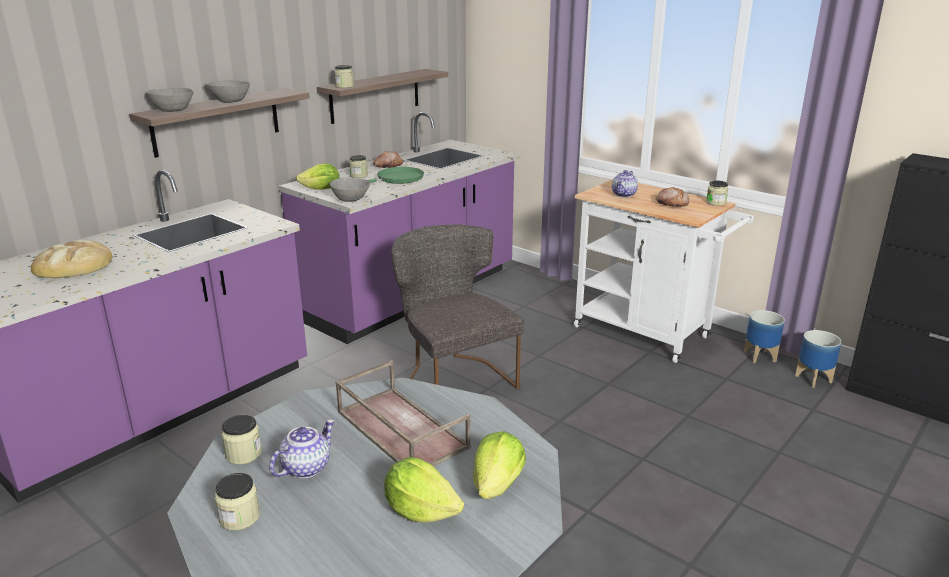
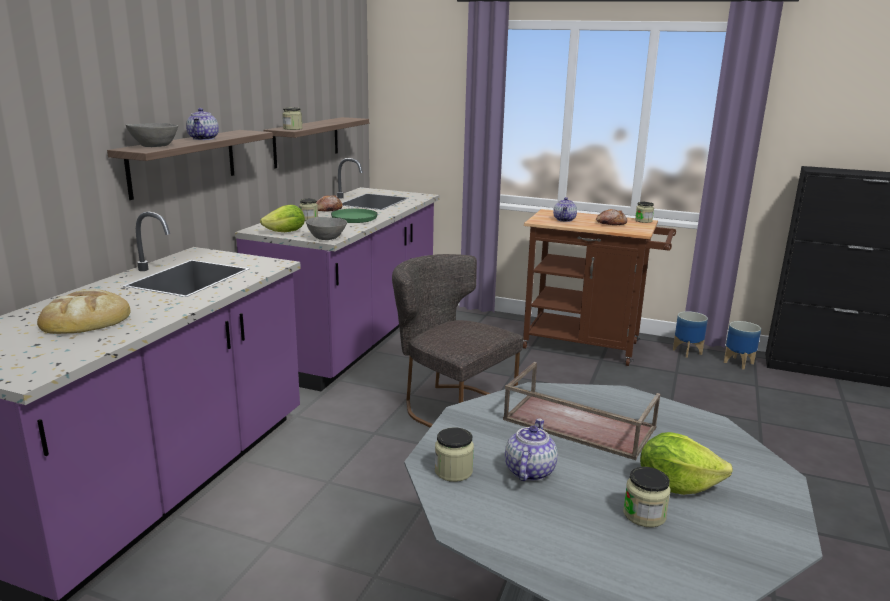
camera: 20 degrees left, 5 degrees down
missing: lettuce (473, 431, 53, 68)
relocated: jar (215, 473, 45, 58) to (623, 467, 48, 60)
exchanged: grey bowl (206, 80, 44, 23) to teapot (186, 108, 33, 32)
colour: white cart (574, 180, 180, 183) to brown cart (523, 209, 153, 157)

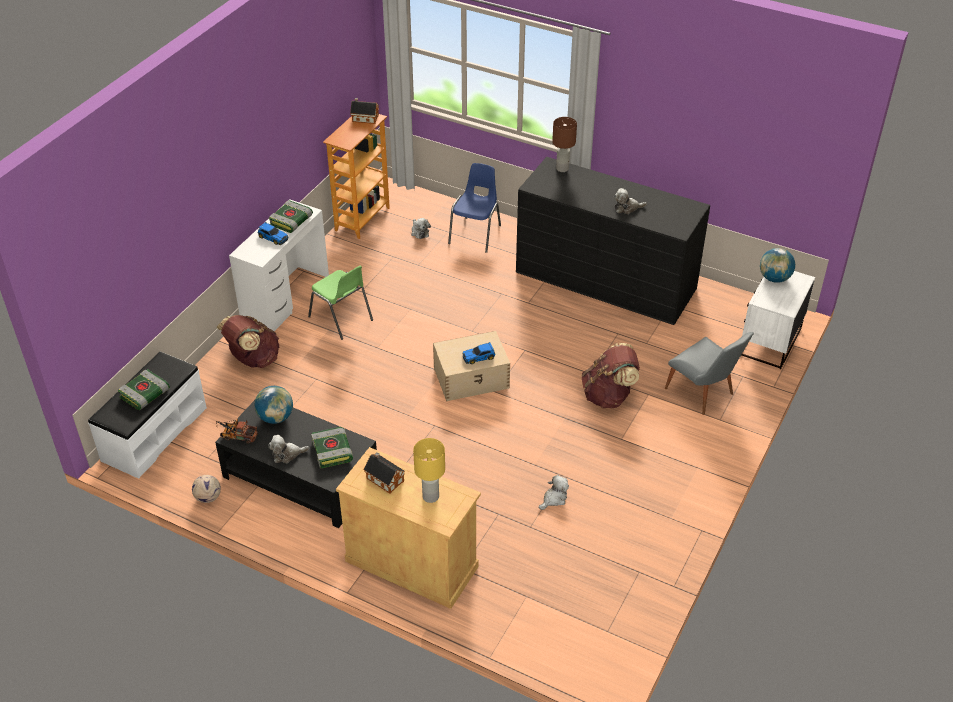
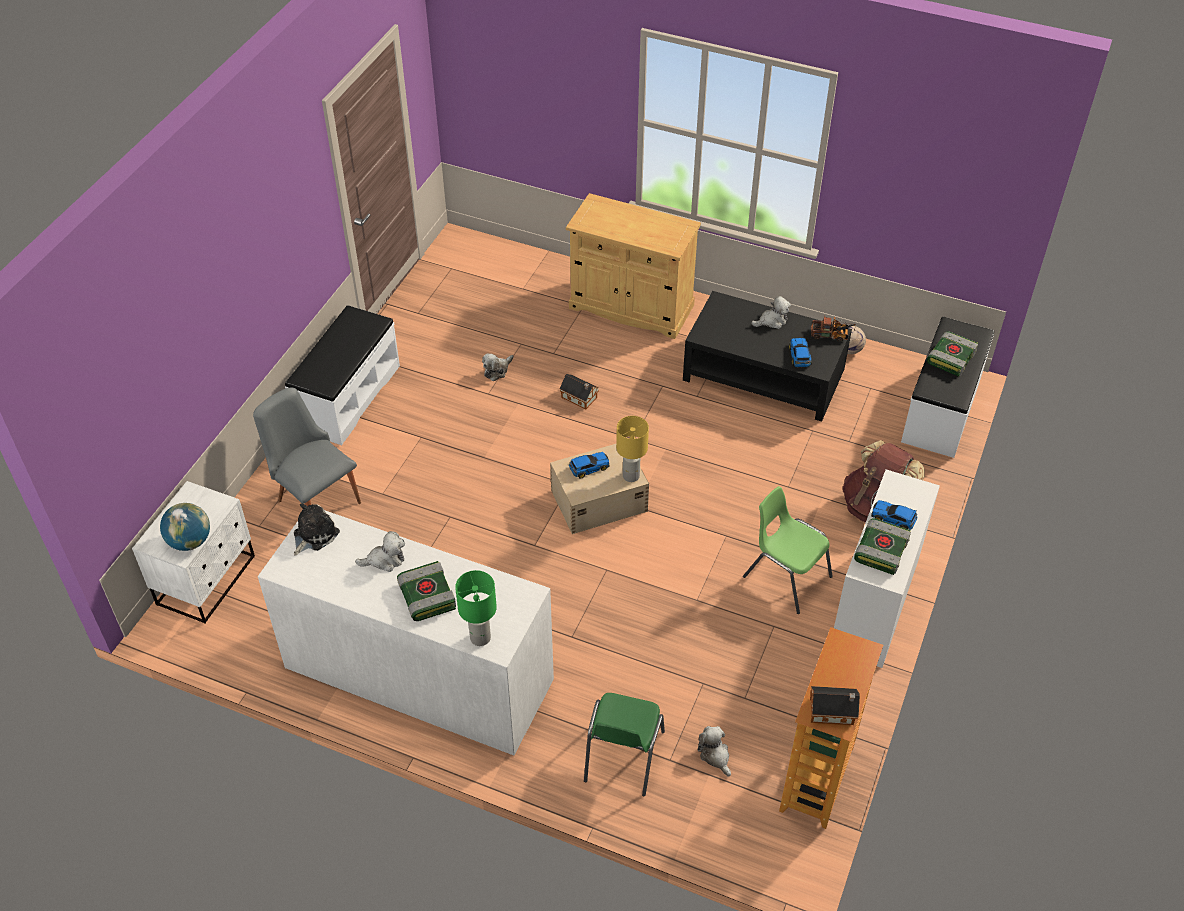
camera: 175 degrees right, 5 degrees up
missing: brown backpack (582, 343, 58, 65)
appeared: white bench (285, 305, 115, 140); plush toy (294, 503, 46, 53)
relocated: book (311, 427, 42, 41) to (397, 561, 59, 60); yellow table lamp (413, 438, 32, 65) to (616, 416, 33, 66); toy house (363, 452, 42, 42) to (560, 374, 39, 35)
exchanged: globe (255, 386, 38, 38) to toy car (789, 338, 23, 29)
colour: brown table lamp (552, 117, 25, 55) to green table lamp (455, 570, 42, 76); black dresser (516, 157, 194, 168) to white dresser (258, 510, 296, 245); blue chair (448, 163, 53, 90) to green chair (584, 693, 81, 103)

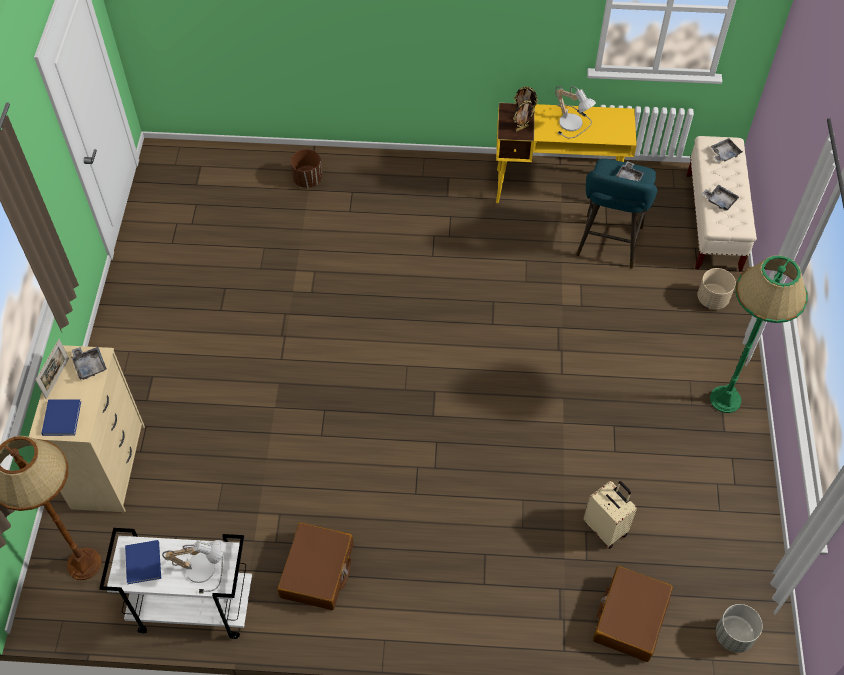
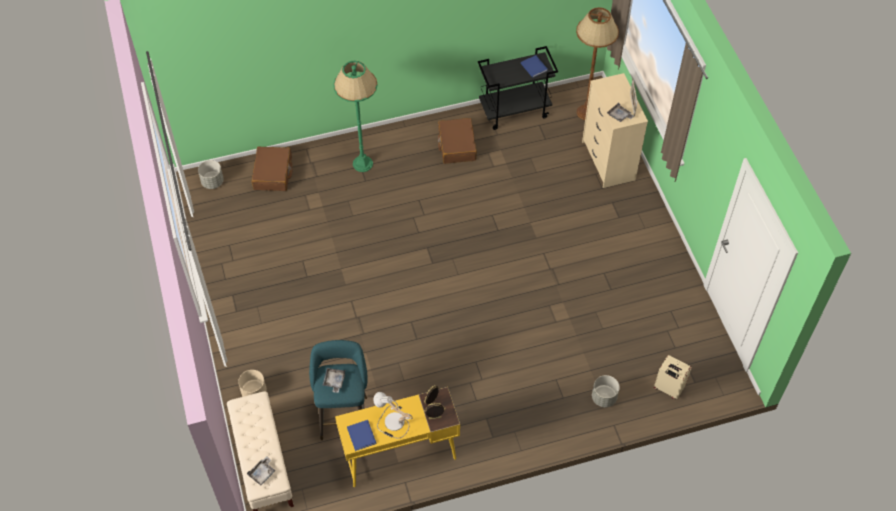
camera: 160 degrees right, 0 degrees up
missing: grey tray (702, 185, 37, 26); table lamp (162, 540, 62, 54)
relocated: green floor lamp (710, 255, 98, 158) to (333, 60, 44, 112); blue book (41, 399, 40, 37) to (347, 420, 29, 31); beige suitcase (584, 481, 53, 68) to (654, 355, 38, 44)
colour: brown planter (290, 149, 32, 39) to grey planter (592, 375, 28, 32); white cart (99, 528, 153, 111) to black cart (478, 46, 80, 84)

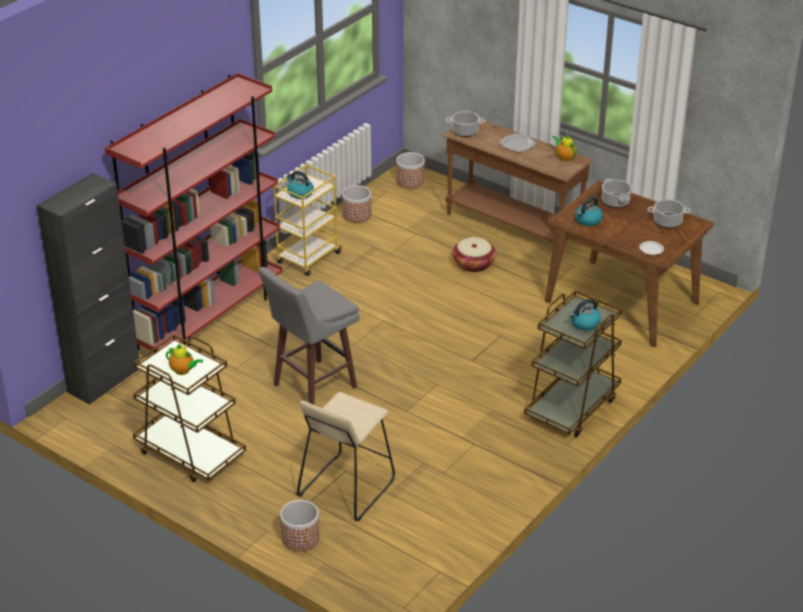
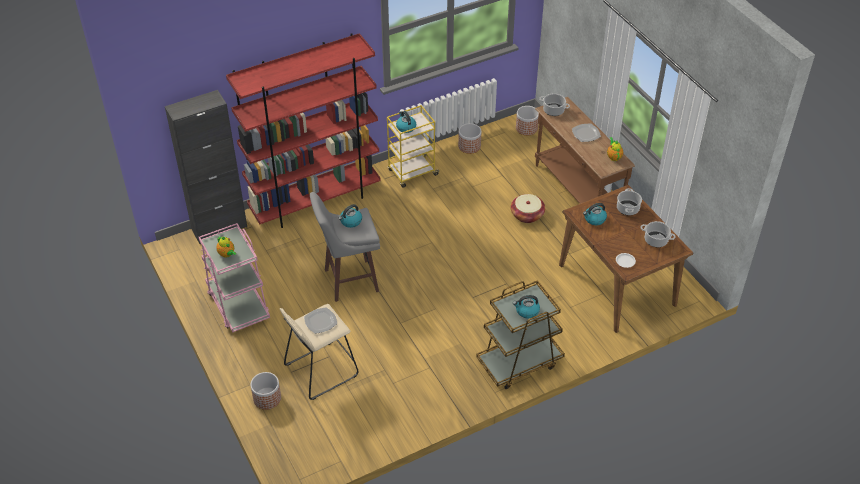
camera: 25 degrees right, 10 degrees up
appeared: kettle (339, 204, 23, 24); plate (304, 307, 33, 27)
colour: brown cart (133, 334, 113, 148) to pink cart (199, 223, 71, 109)

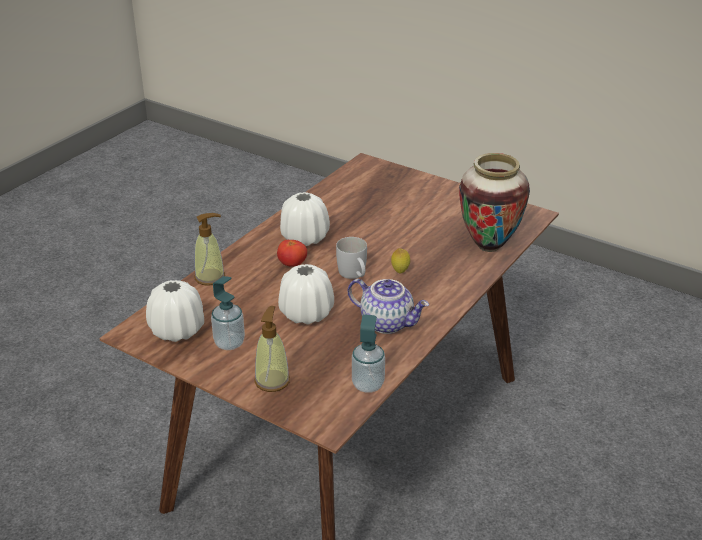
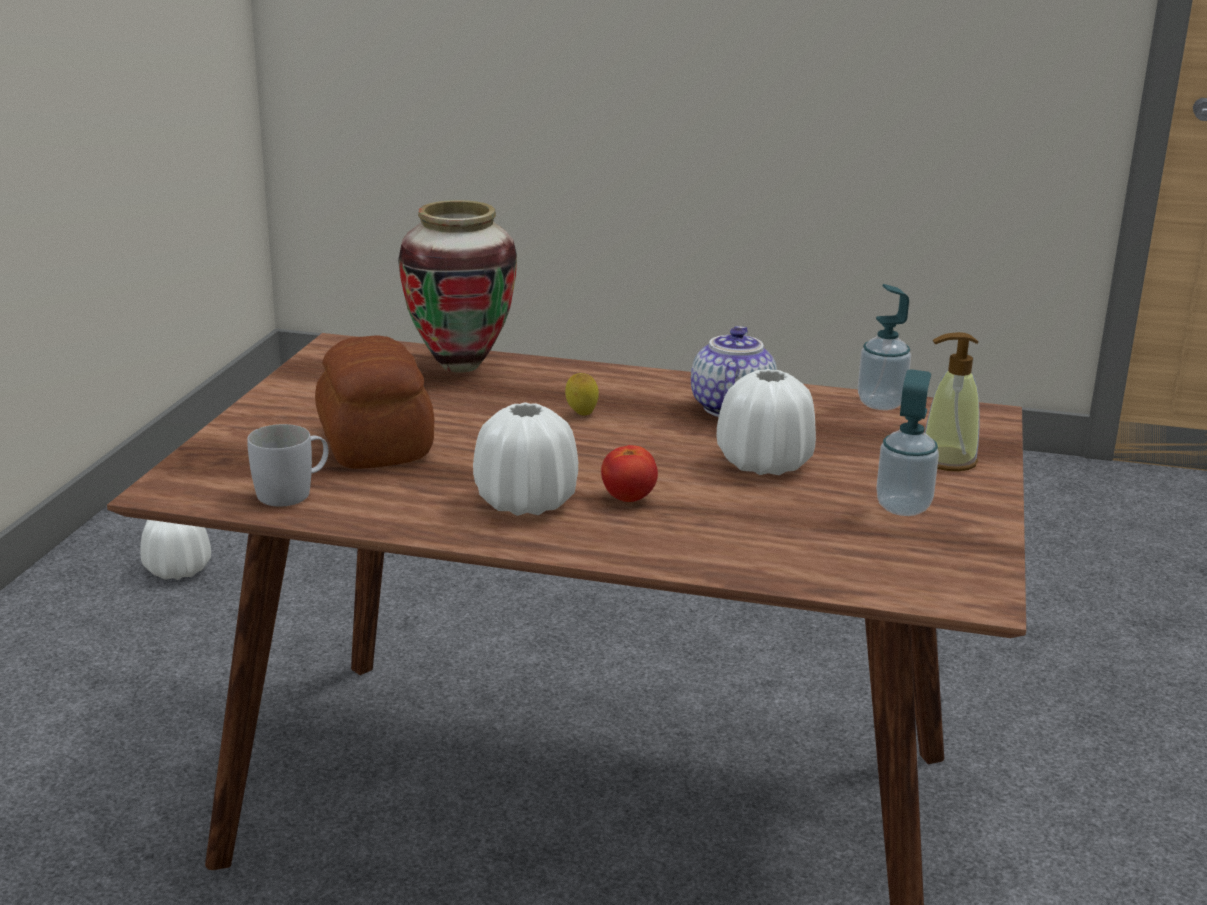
camera: 110 degrees left, 10 degrees down
missing: soap dispenser (194, 213, 31, 73)
appeared: bread (315, 335, 119, 134)
relocated: white mug (336, 237, 31, 42) to (247, 424, 81, 83); white vase (146, 280, 58, 62) to (140, 520, 71, 60)

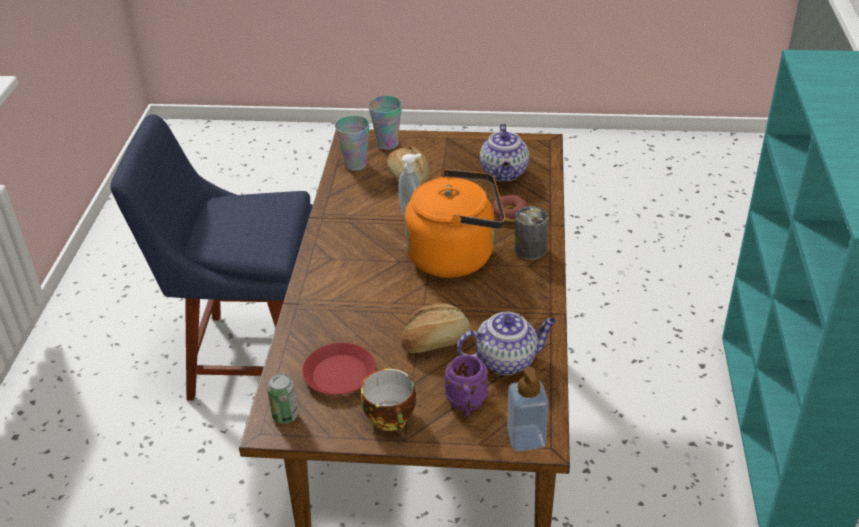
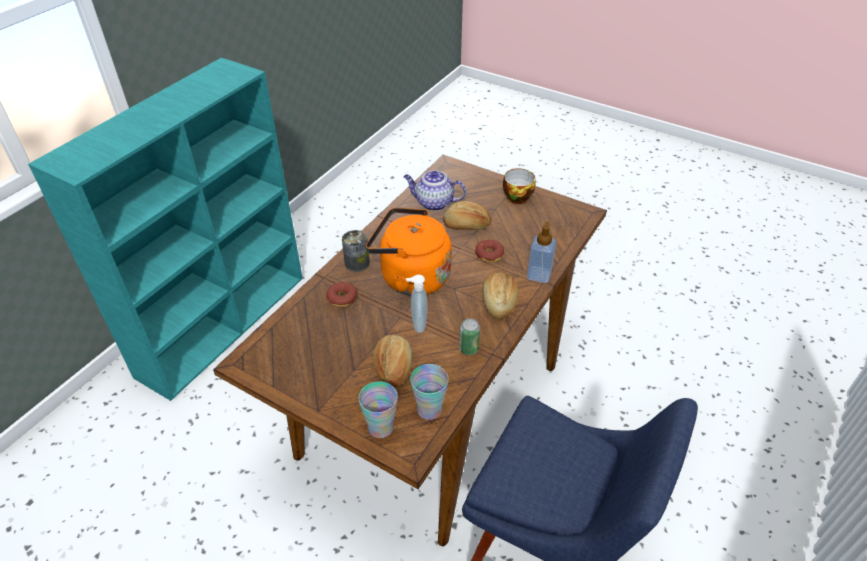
camera: 155 degrees left, 5 degrees up
missing: teapot (480, 123, 49, 59); red plate (302, 343, 74, 52); purple mug (444, 355, 45, 61)
appeared: donut (475, 240, 30, 22); bread (483, 273, 35, 46)
relocated: soap dispenser (507, 367, 42, 85) to (527, 222, 29, 61); can (267, 373, 31, 51) to (459, 318, 21, 37)

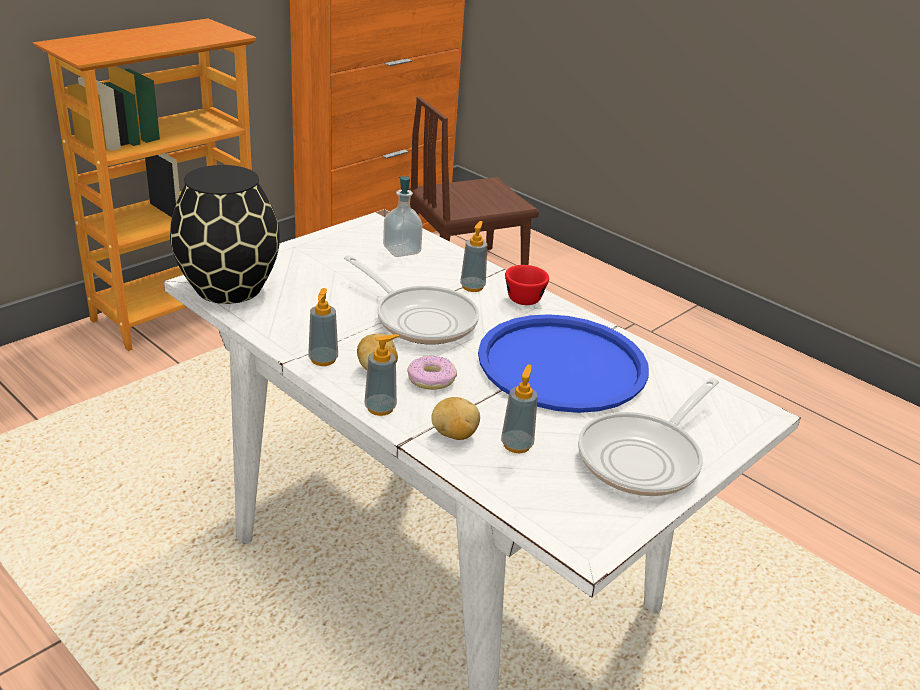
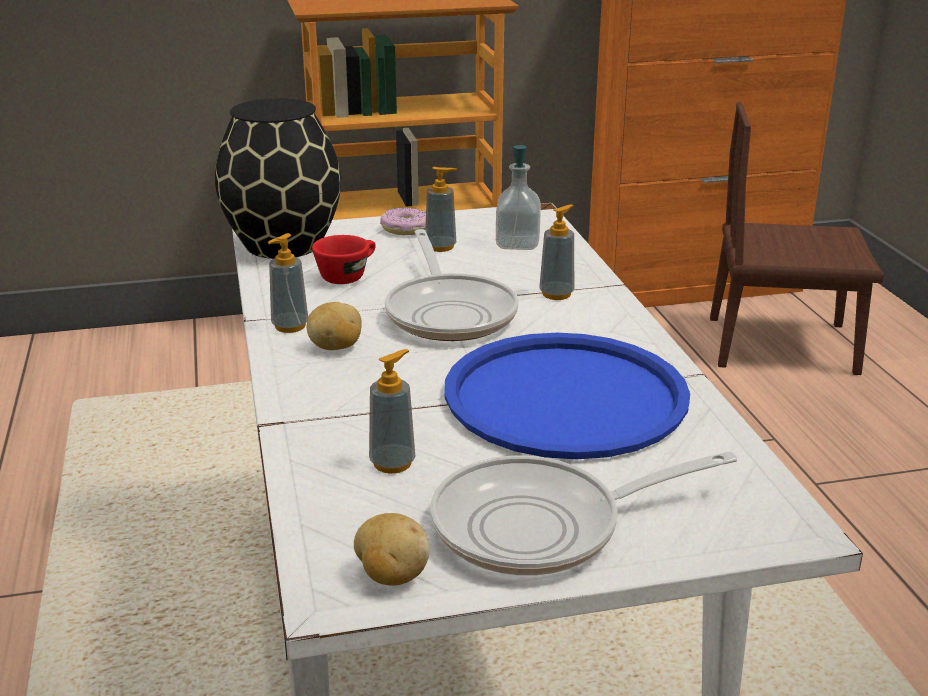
camera: 35 degrees right, 5 degrees down
relocated: red cup (505, 265, 44, 40) to (312, 235, 64, 49); soap dispenser (364, 334, 35, 82) to (425, 167, 32, 85); donut (407, 356, 50, 34) to (380, 208, 46, 27); potato (431, 397, 49, 43) to (354, 513, 76, 73)

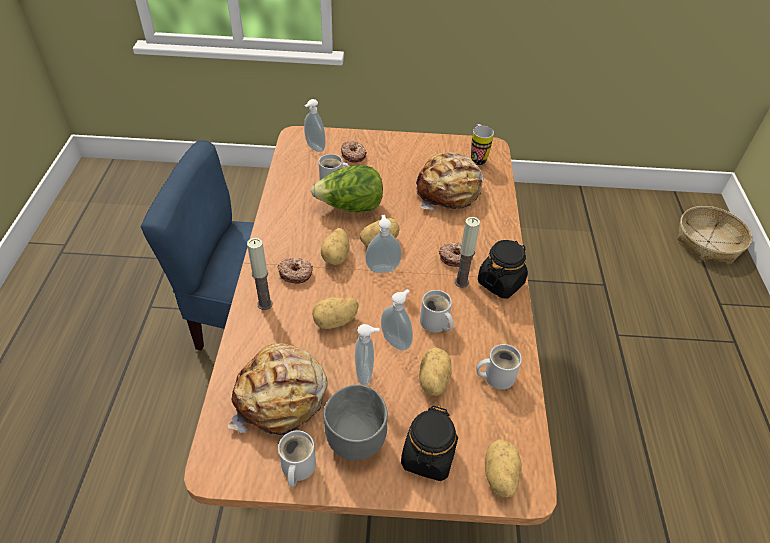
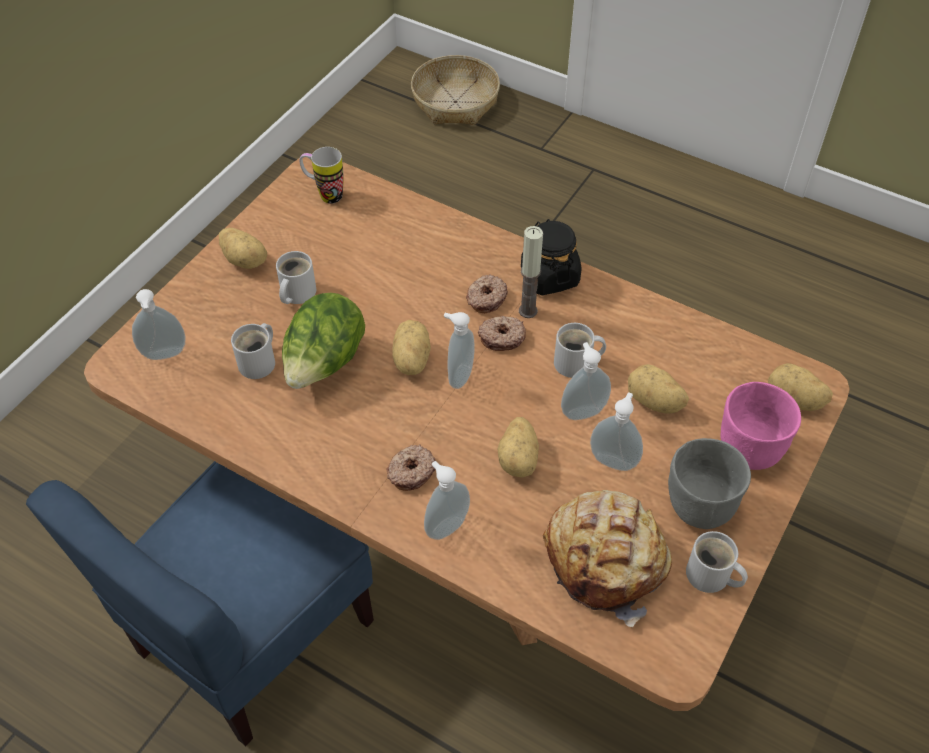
camera: 60 degrees left, 5 degrees up
missing: bread (416, 152, 67, 58)
relocated: donut (341, 141, 26, 22) to (478, 316, 48, 35); potato (321, 228, 29, 37) to (219, 228, 48, 41); white mug (476, 344, 46, 45) to (276, 251, 40, 53)
exchanged: candle (247, 238, 26, 72) to soap dispenser (424, 461, 46, 79); black jar (401, 406, 57, 75) to pink bowl (720, 382, 81, 88)

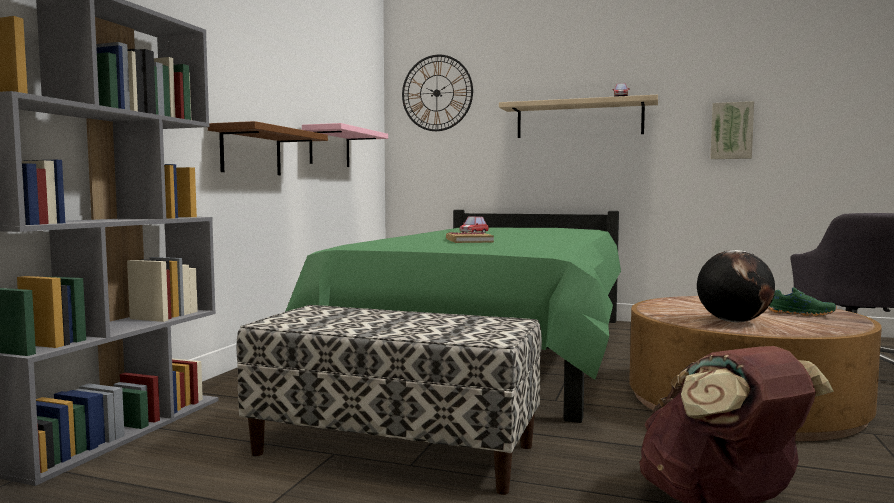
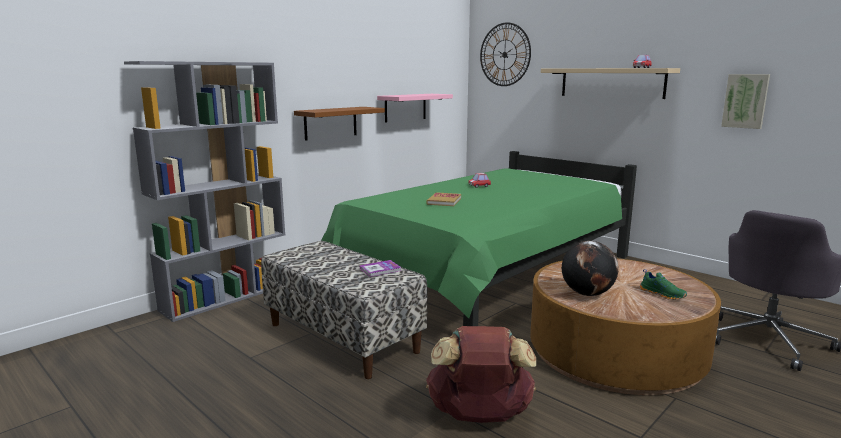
camera: 25 degrees right, 10 degrees up
appeared: book (360, 260, 42, 17)

